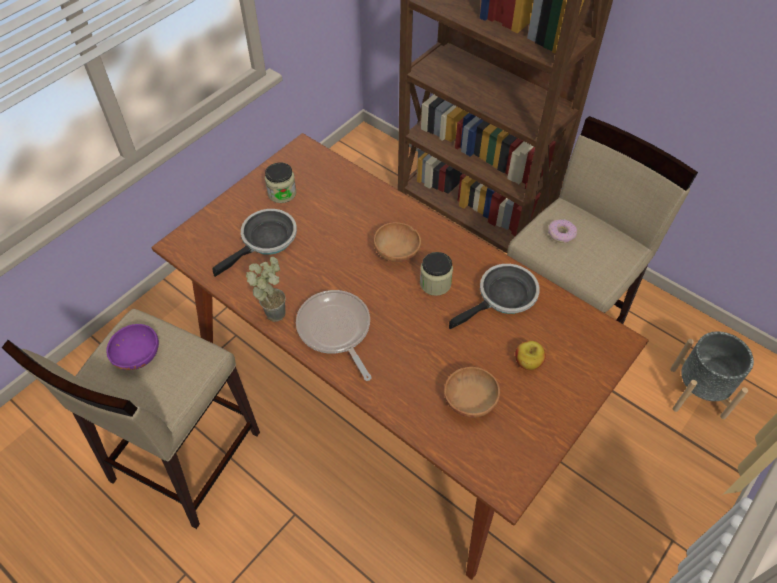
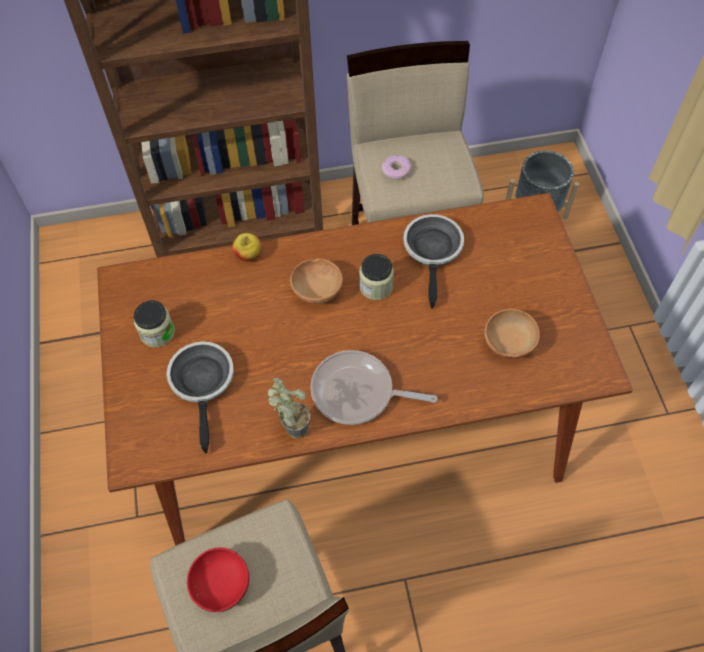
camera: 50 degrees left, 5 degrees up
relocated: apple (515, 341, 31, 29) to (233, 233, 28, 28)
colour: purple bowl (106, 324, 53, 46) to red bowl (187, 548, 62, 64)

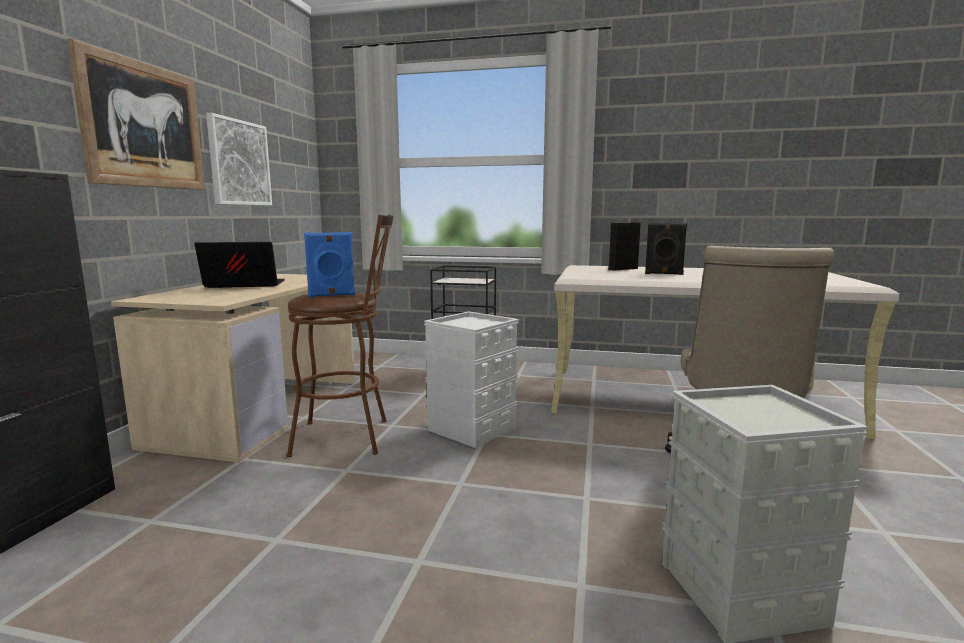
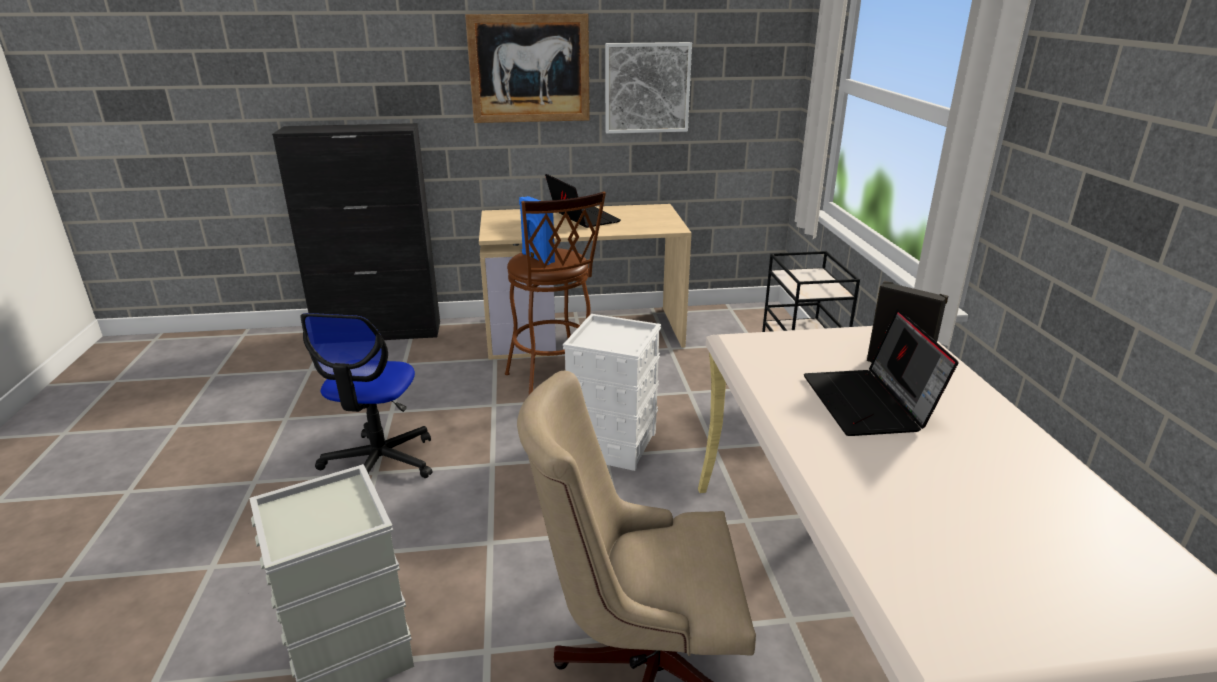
camera: 70 degrees right, 15 degrees up
appeared: office chair (300, 313, 133, 165)
exchanged: black speaker (645, 223, 42, 52) to laptop (804, 309, 154, 127)

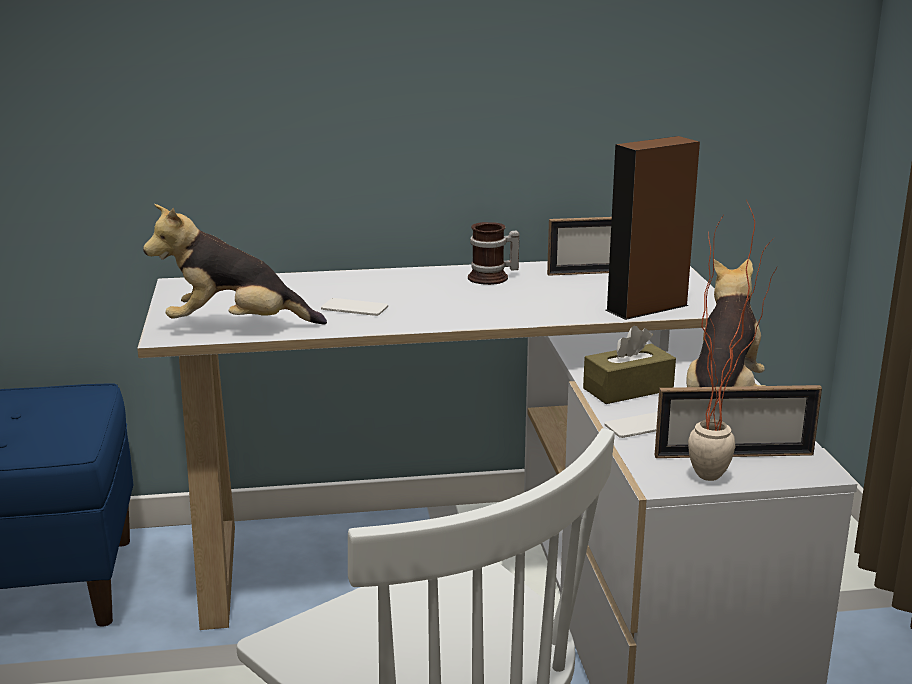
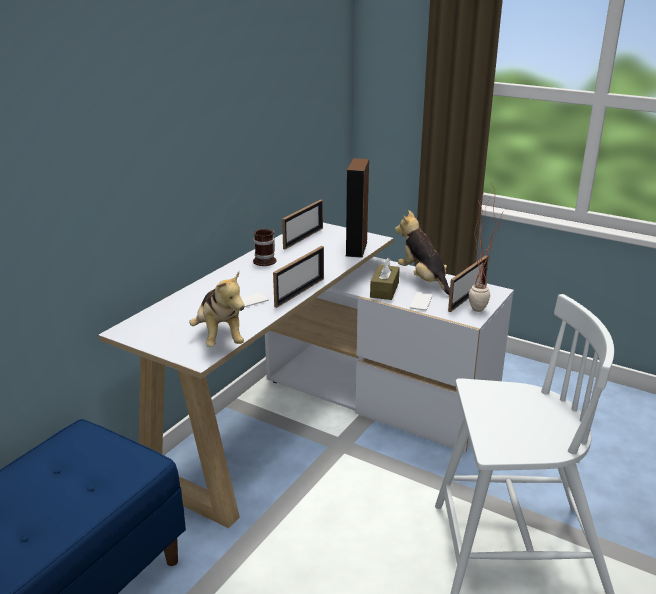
camera: 50 degrees left, 5 degrees up
appeared: picture frame (273, 246, 51, 62)
spun: plush toy (143, 204, 184, 121) = (189, 271, 56, 76) 60 degrees counterclockwise

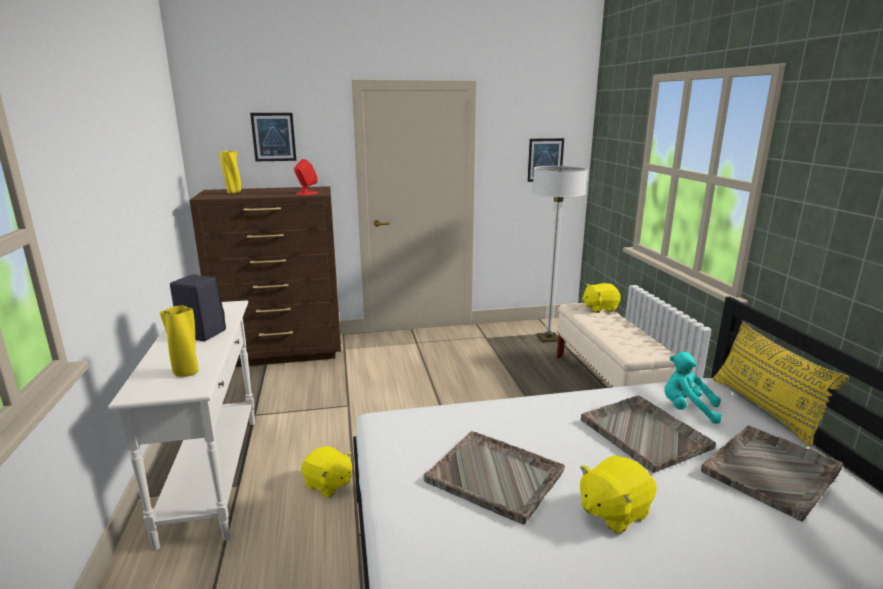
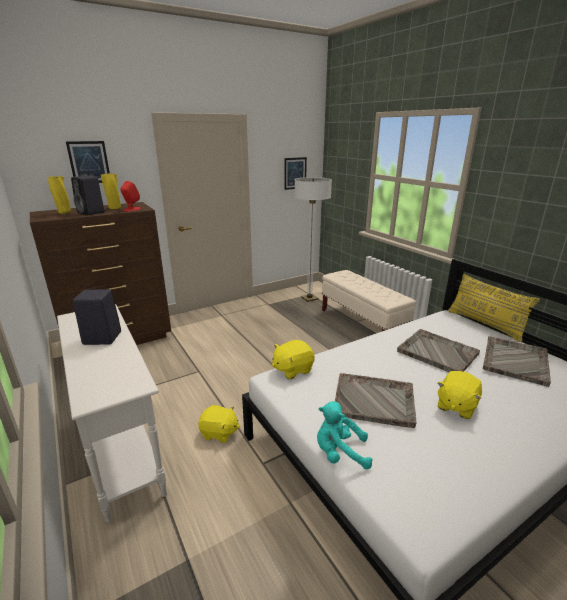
camera: 20 degrees left, 5 degrees up
appeared: black speaker (71, 176, 34, 39)
relocated: yellow plush toy (582, 283, 39, 30) to (272, 340, 43, 40); yellow vase (159, 305, 40, 72) to (101, 174, 20, 35); turquoise plush toy (664, 352, 58, 72) to (317, 401, 55, 69)

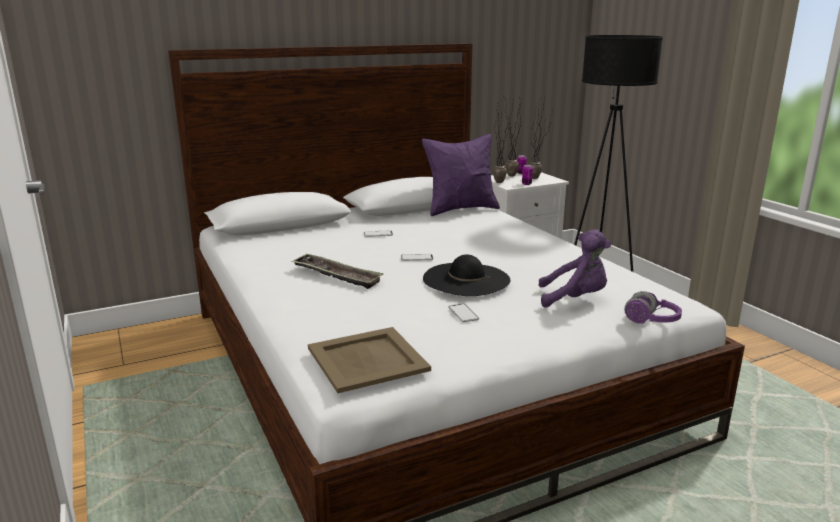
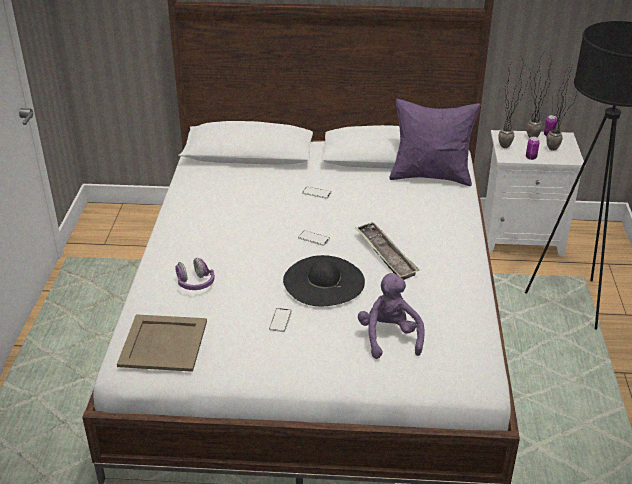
camera: 30 degrees right, 15 degrees up
relocated: tray (291, 254, 92, 35) to (355, 222, 65, 58); purple headphones (624, 291, 58, 33) to (175, 258, 40, 32)
spun: purple plush toy (539, 229, 72, 78) = (358, 273, 67, 86) 135 degrees counterclockwise

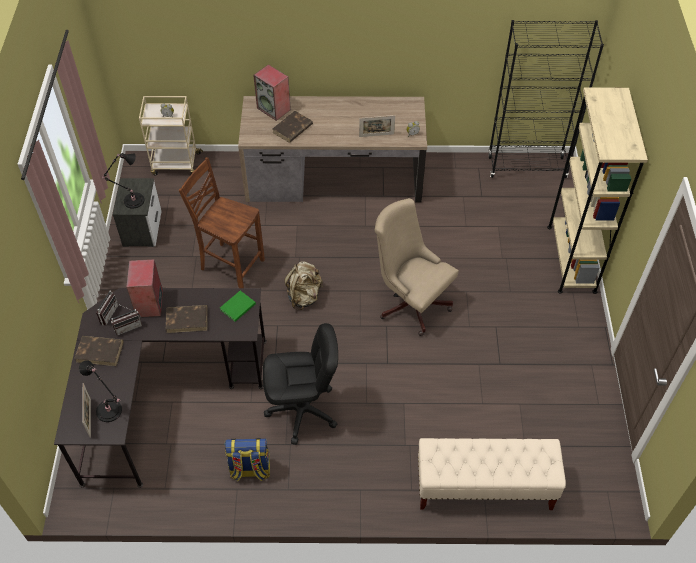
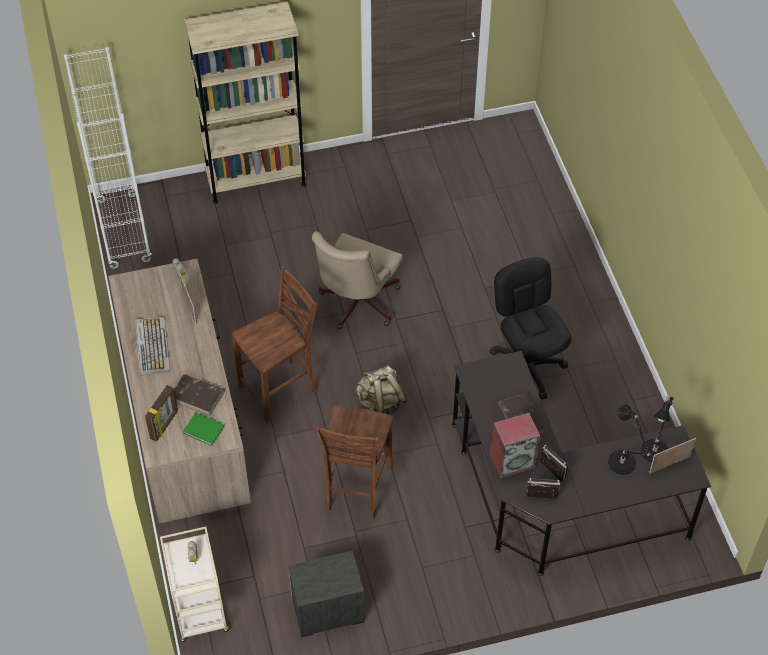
camera: 105 degrees left, 0 degrees up
missing: brown book (74, 336, 49, 30); backpack (225, 438, 46, 44); beige bench (418, 438, 148, 72)
appeared: brown chair (232, 266, 85, 156); keyboard (135, 317, 35, 59)
relocated: black table lamp (102, 153, 42, 56) to (608, 405, 43, 70); green book (220, 291, 36, 31) to (183, 412, 42, 34)
exchanged: speaker (253, 65, 38, 56) to picture frame (145, 385, 33, 57)
colour: black bookcase (488, 20, 116, 158) to white bookcase (64, 47, 88, 221)

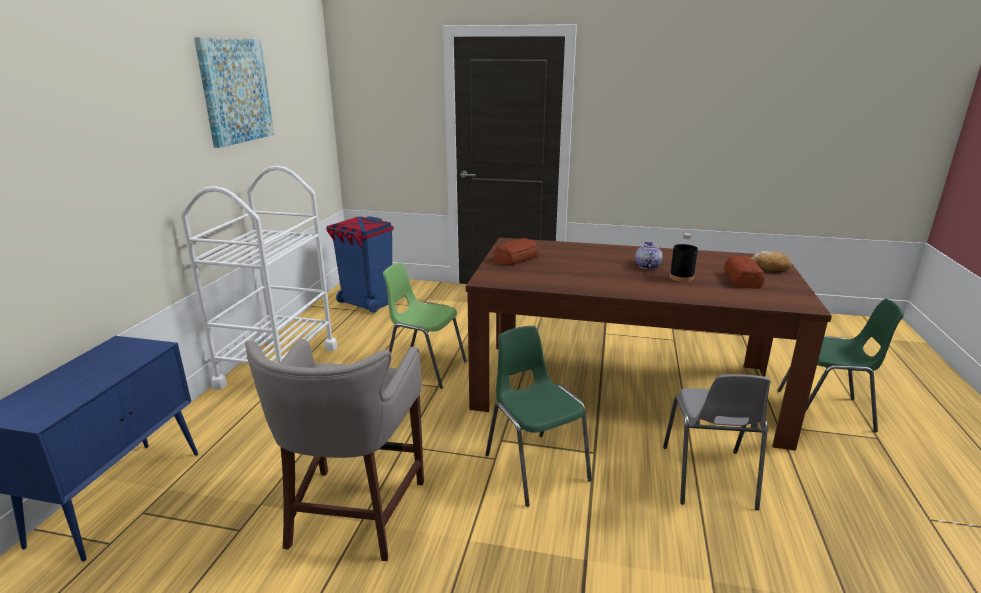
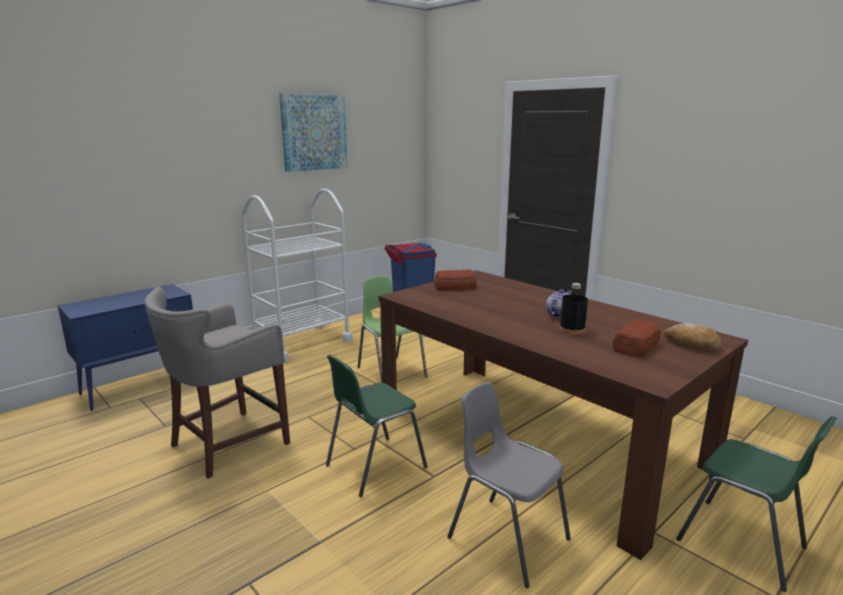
camera: 35 degrees right, 5 degrees down
spun: green chair (485, 326, 107, 181) = (326, 355, 101, 142) 135 degrees counterclockwise; grey chair (663, 374, 107, 136) = (447, 382, 124, 206) 90 degrees clockwise

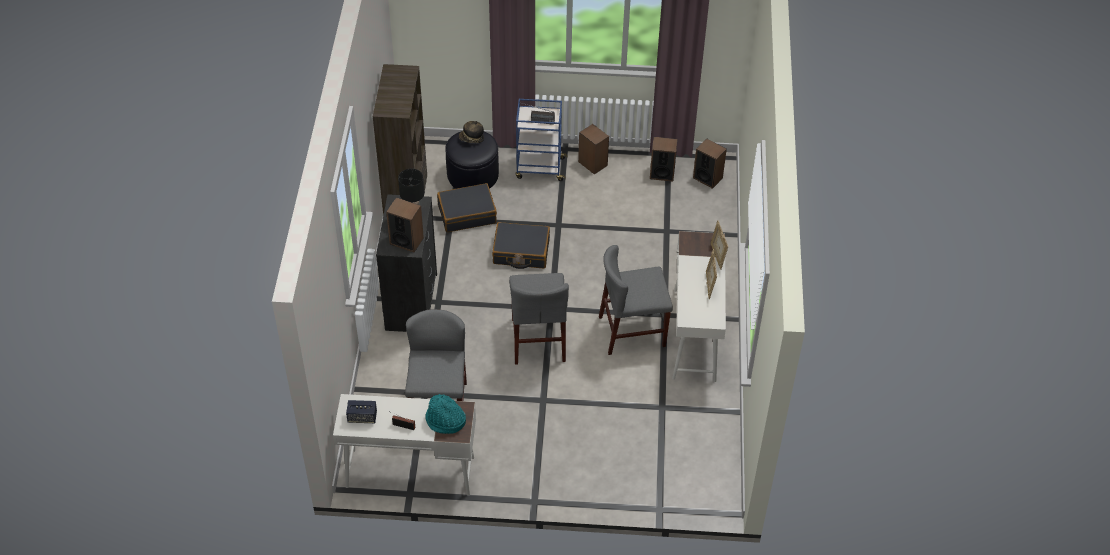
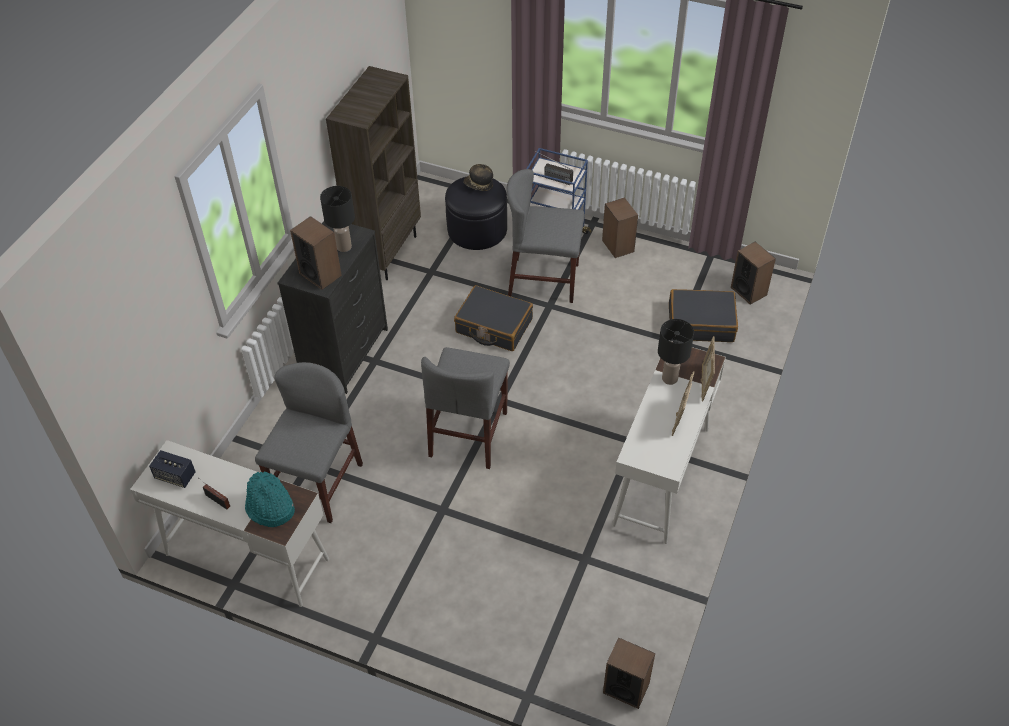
camera: 20 degrees right, 0 degrees up
appeared: black table lamp (658, 319, 36, 66)
relocated: speaker (650, 137, 28, 45) to (603, 637, 52, 72); black suitcase (437, 183, 60, 49) to (669, 289, 69, 53); grey chair (599, 245, 74, 110) to (506, 169, 78, 134)

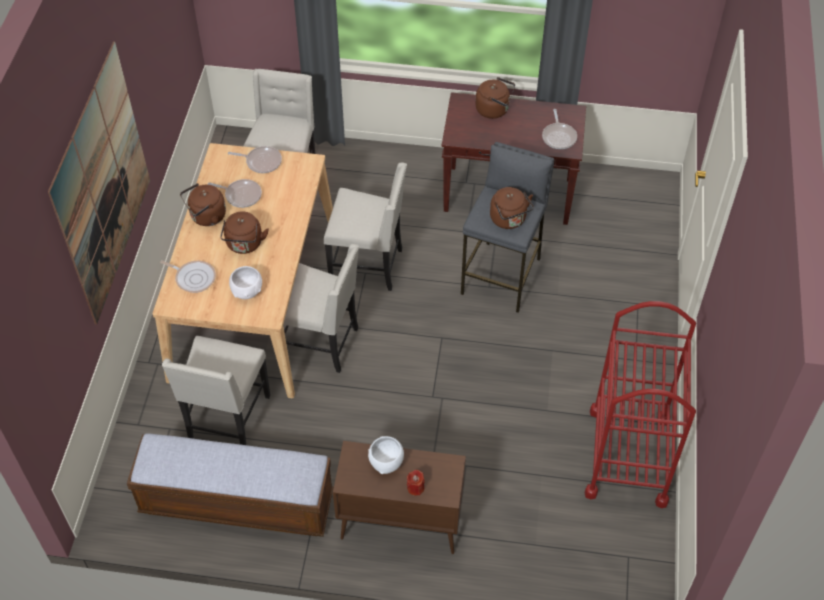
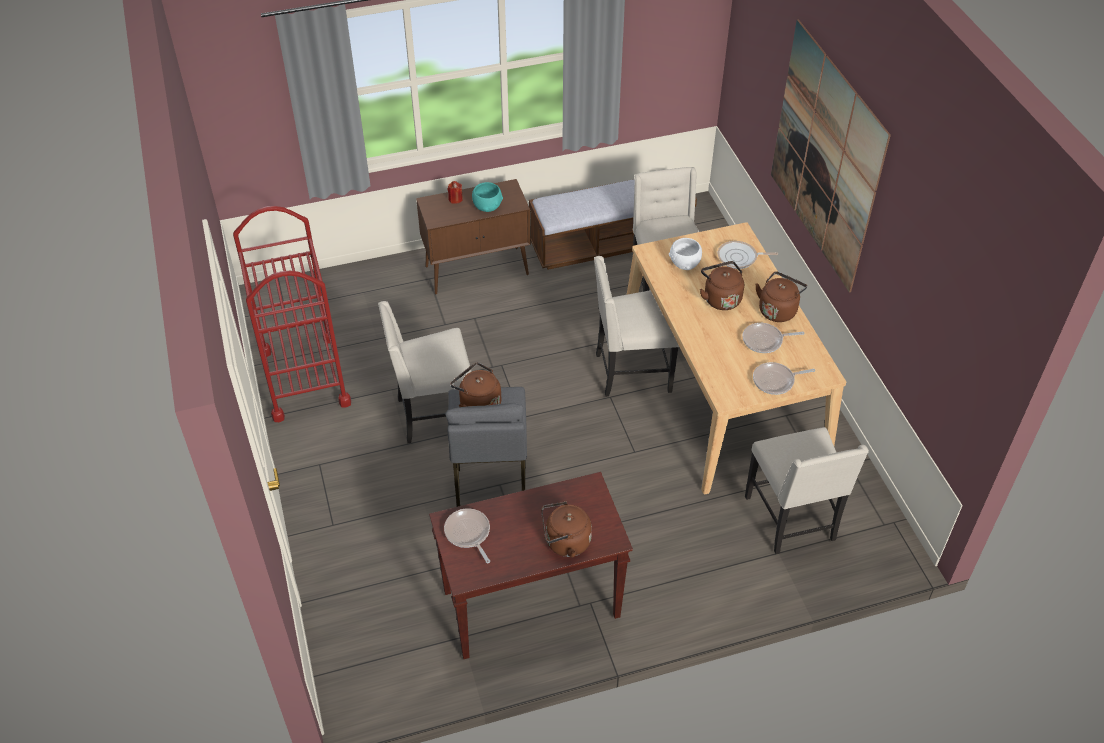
camera: 155 degrees right, 5 degrees down
relocated: beige chair (324, 163, 83, 128) to (378, 301, 94, 142)
colour: white bowl (368, 436, 36, 38) to turquoise bowl (472, 182, 31, 30)

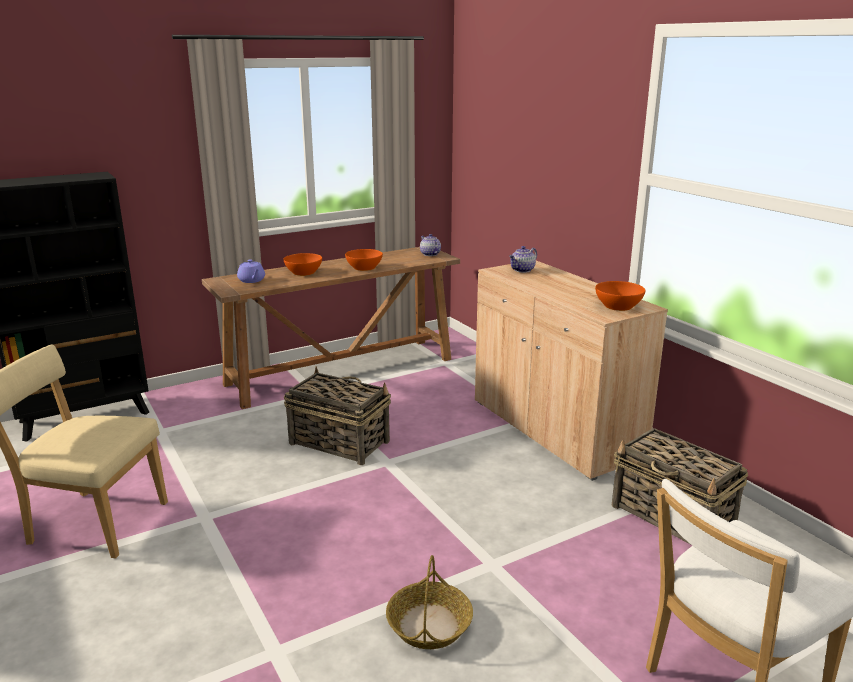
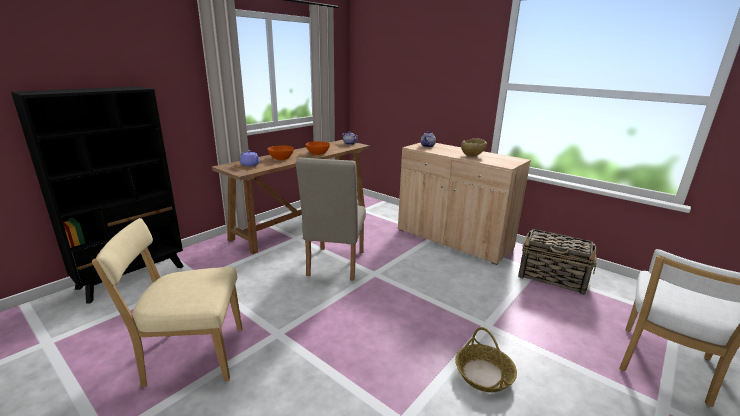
camera: 20 degrees left, 0 degrees up
missing: orange bowl (595, 281, 51, 30)
appeared: beige bowl (461, 138, 26, 18)
exchanged: basket (284, 366, 107, 99) to beige chair (296, 157, 70, 124)

